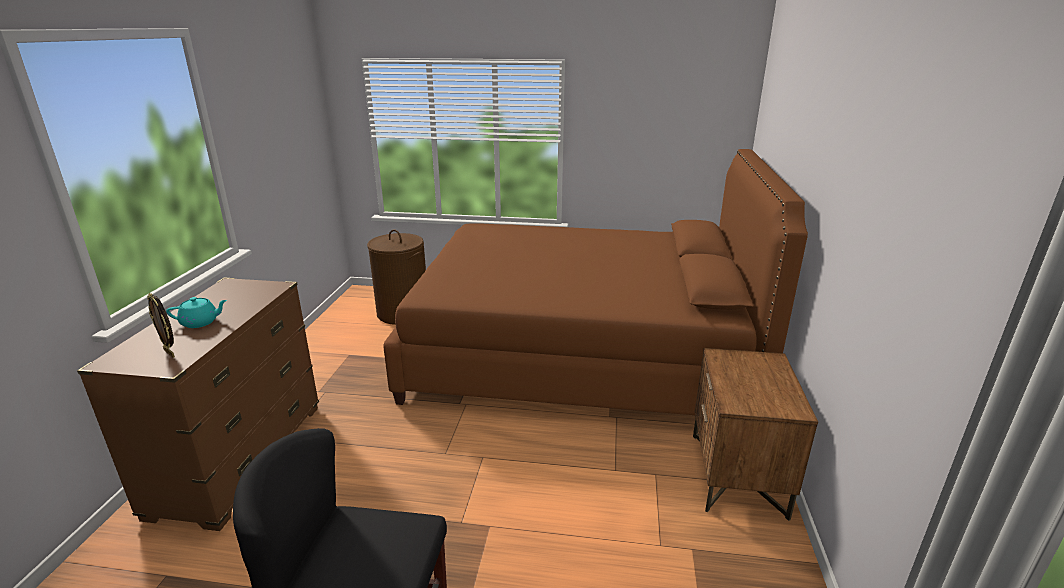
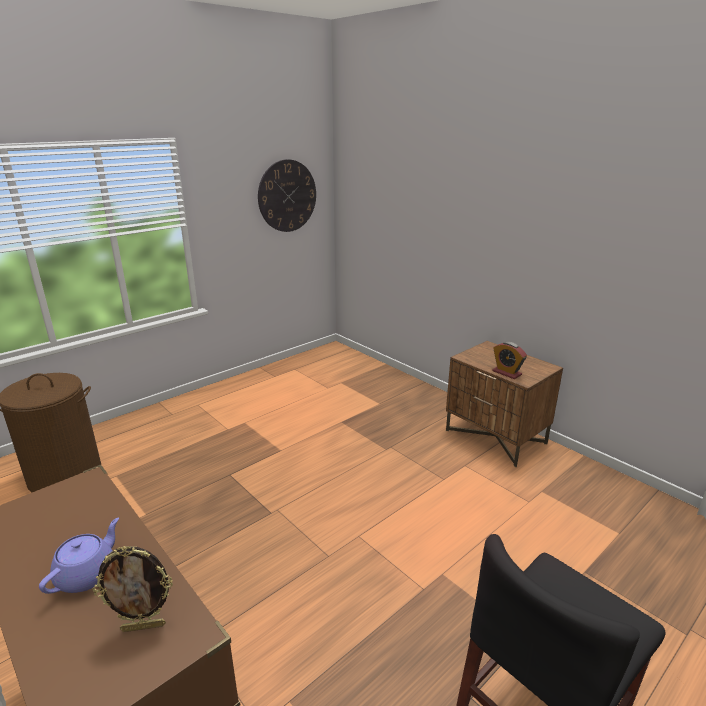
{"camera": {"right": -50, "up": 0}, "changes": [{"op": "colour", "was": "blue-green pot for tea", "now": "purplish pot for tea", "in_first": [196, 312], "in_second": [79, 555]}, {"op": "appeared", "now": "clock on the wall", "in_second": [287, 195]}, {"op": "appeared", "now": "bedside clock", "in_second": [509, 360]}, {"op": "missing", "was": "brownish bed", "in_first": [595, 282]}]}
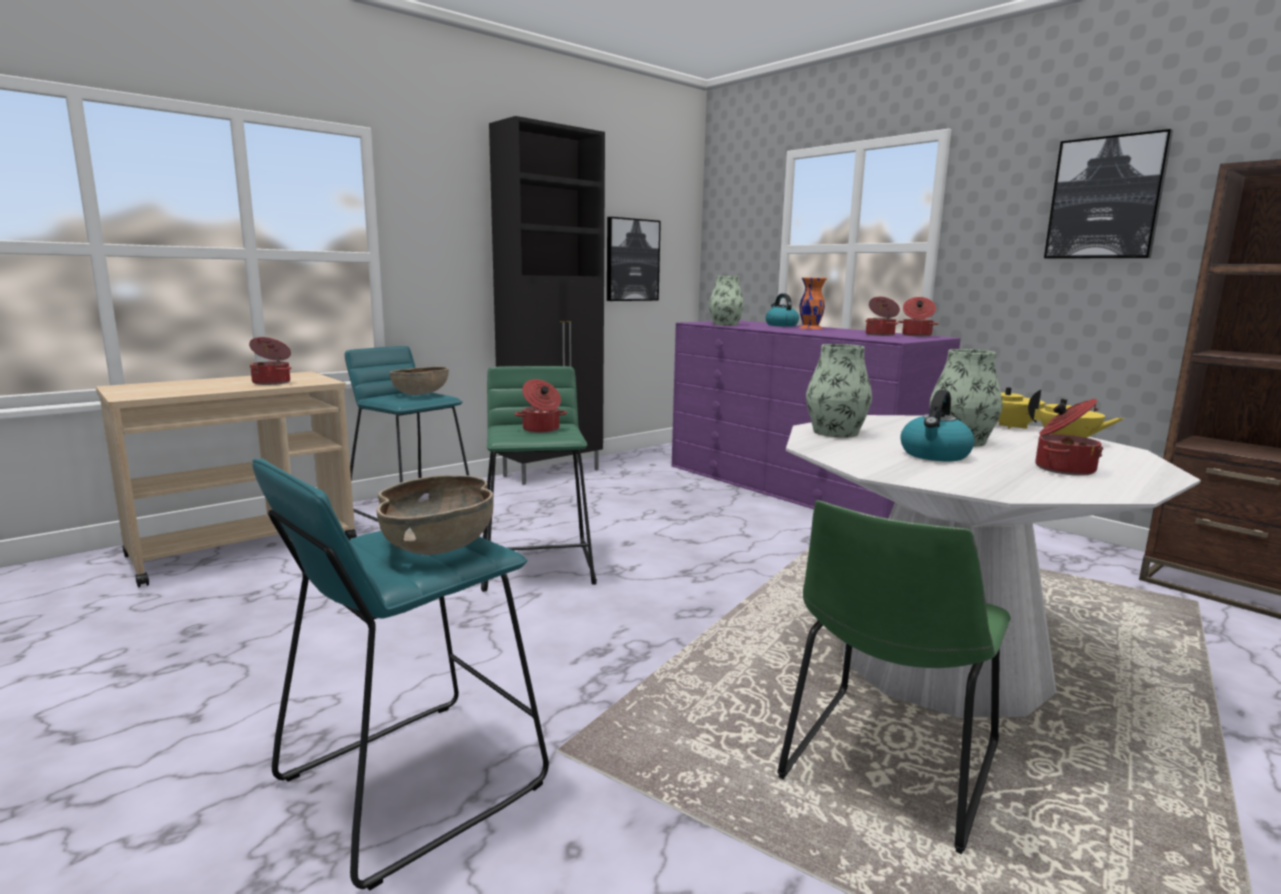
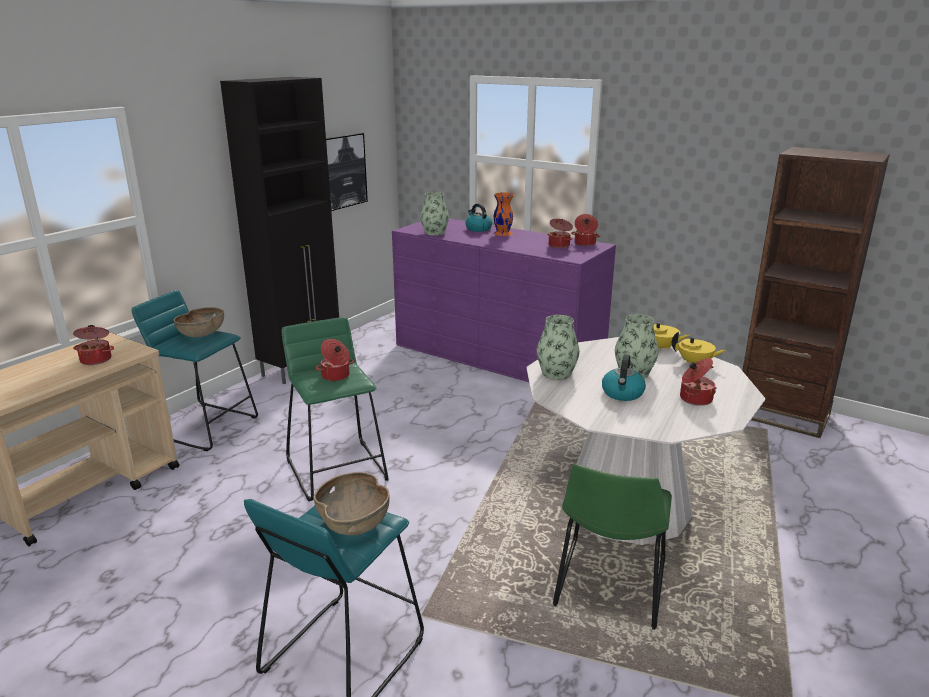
{"camera": {"right": -15, "up": 10}, "changes": [{"op": "missing", "was": "wall picture", "in_first": [1108, 193]}]}
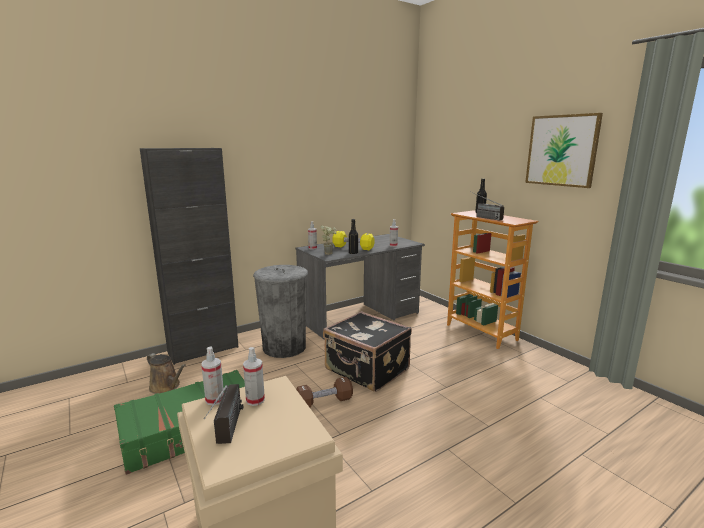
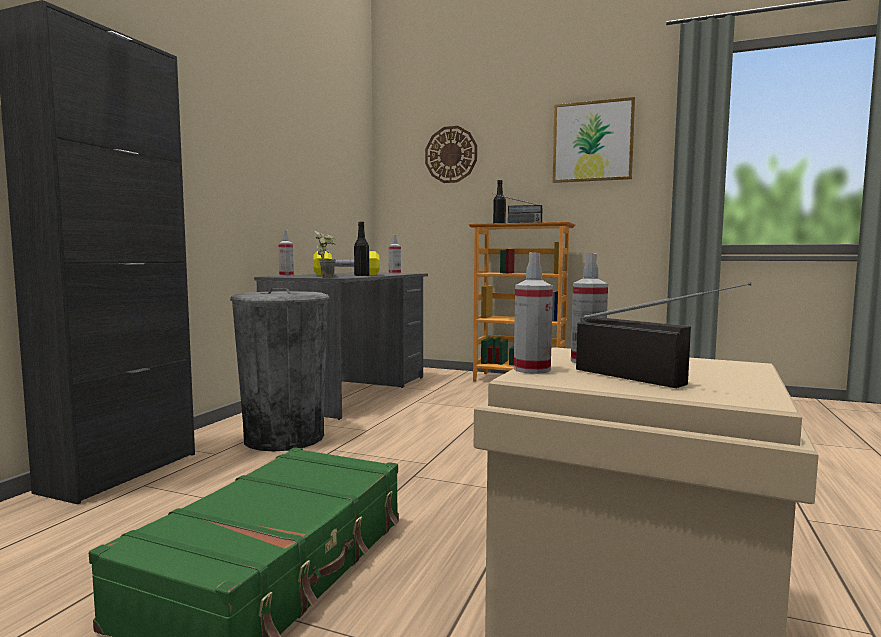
{"camera": {"right": -35, "up": -10}, "changes": [{"op": "appeared", "now": "clock on the wall", "in_second": [451, 154]}, {"op": "missing", "was": "brownish watering can", "in_first": [166, 373]}, {"op": "missing", "was": "brownish free weight", "in_first": [324, 392]}, {"op": "missing", "was": "black suitcase", "in_first": [367, 351]}]}
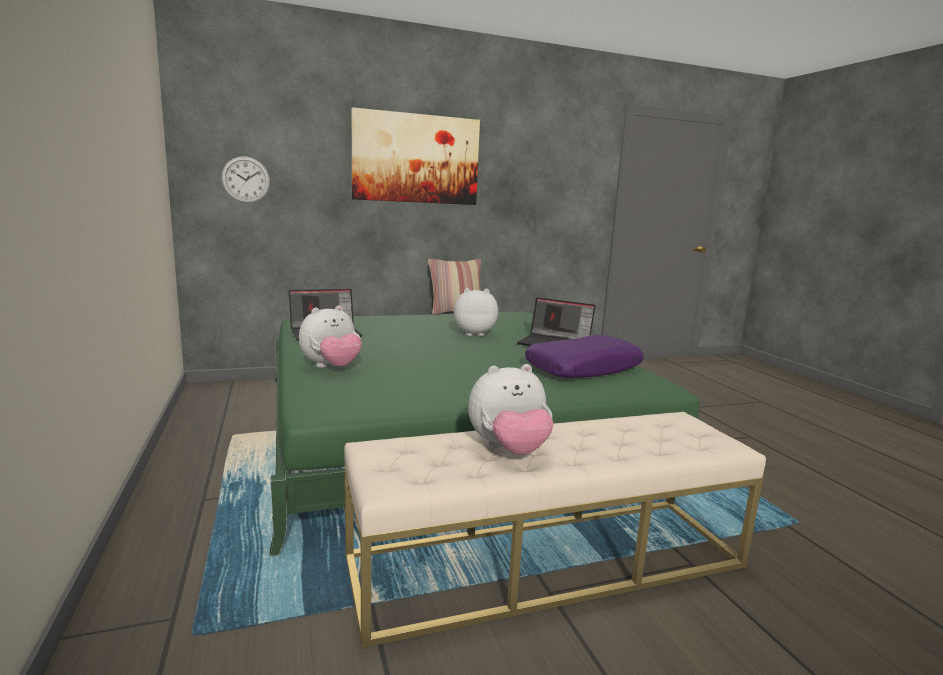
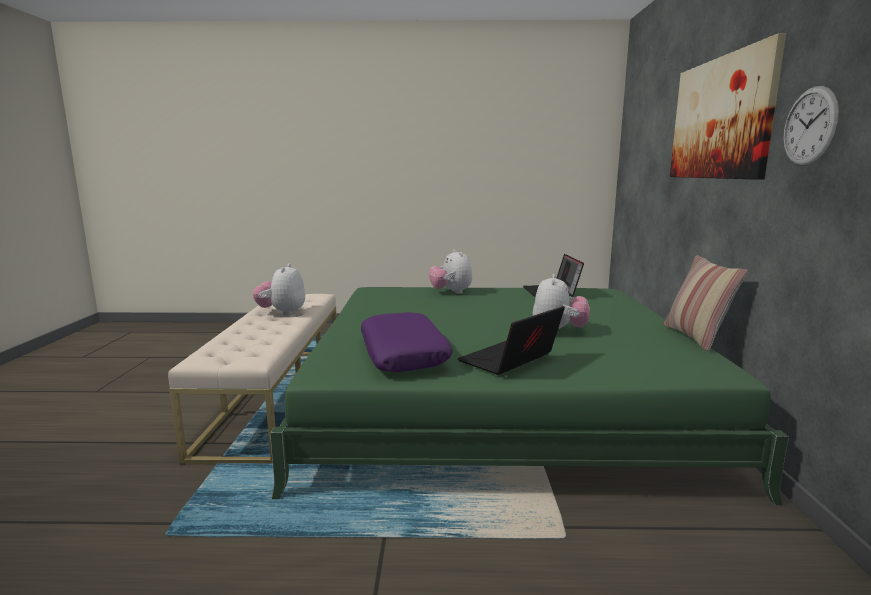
{"camera": {"right": 110, "up": 0}, "changes": [{"op": "relocated", "was": "clock on the wall", "in_first": [245, 179], "in_second": [811, 126]}]}
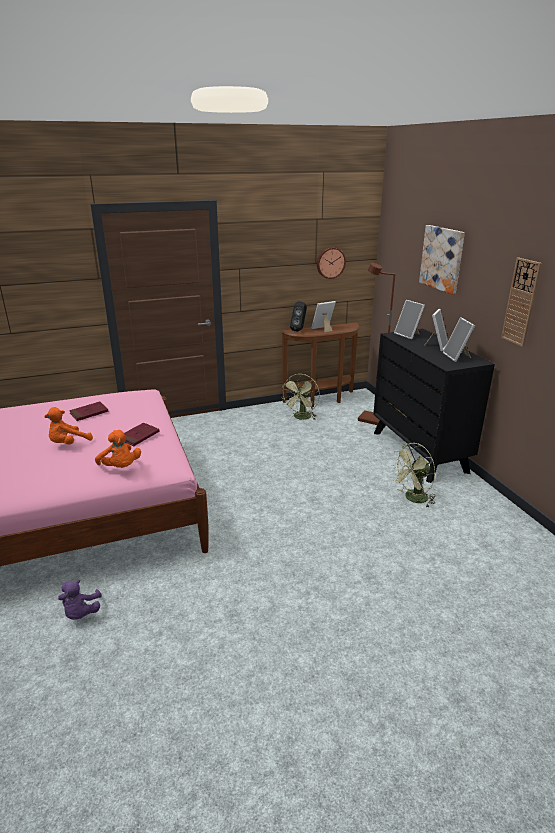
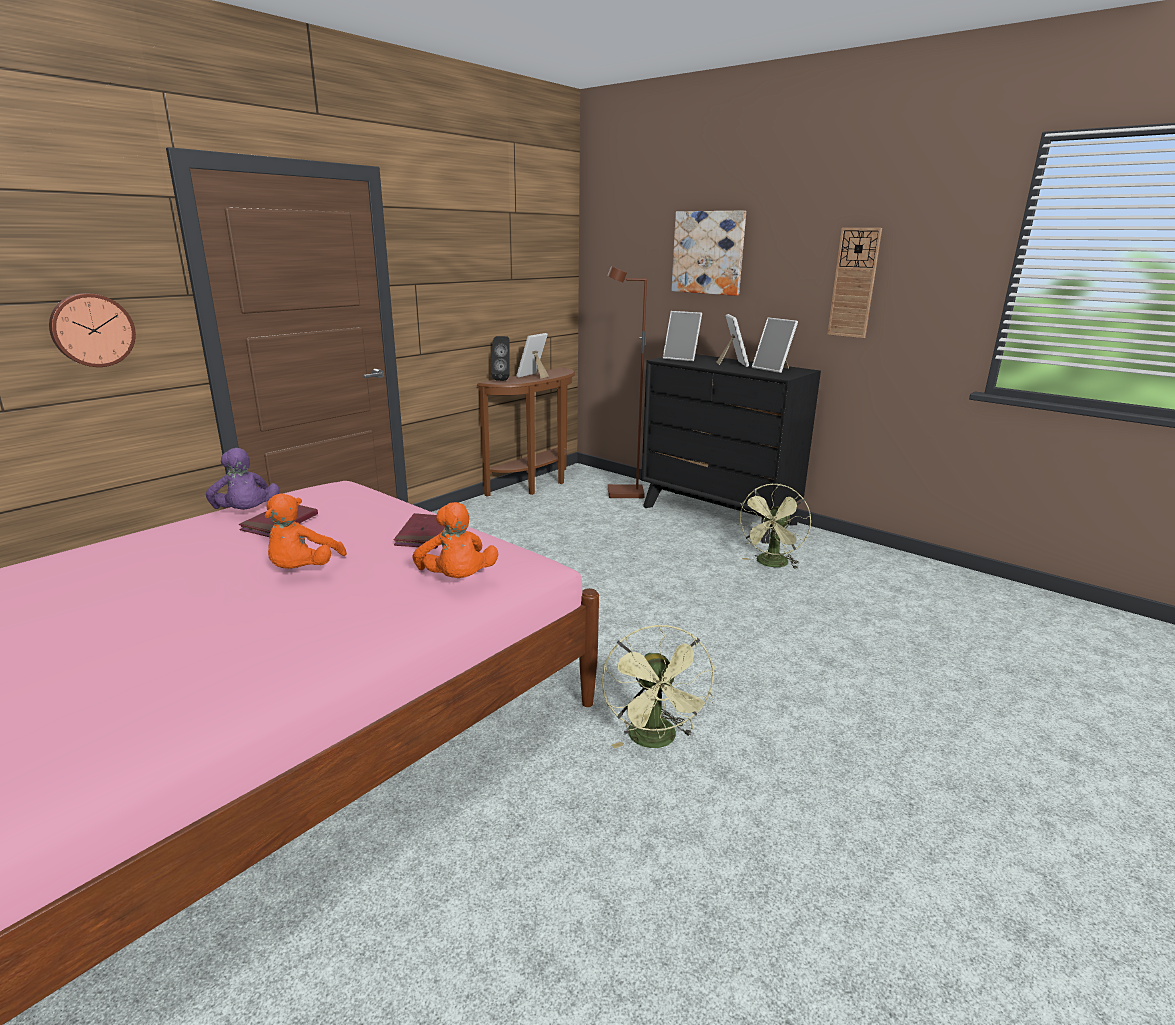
{"camera": {"right": -30, "up": -5}, "changes": [{"op": "relocated", "was": "clock on the wall", "in_first": [331, 263], "in_second": [92, 330]}, {"op": "relocated", "was": "purplish cuddly toy", "in_first": [80, 600], "in_second": [243, 479]}, {"op": "spun", "was": "orange-coloured cuddly toy", "in_first": [118, 449], "in_second": [455, 540], "clockwise": 45}, {"op": "relocated", "was": "green-coloured electric fan", "in_first": [300, 397], "in_second": [658, 686]}]}
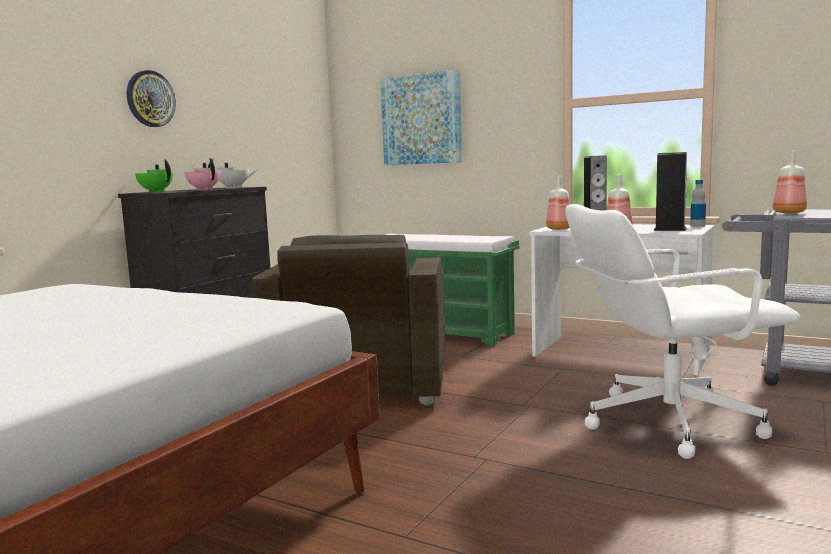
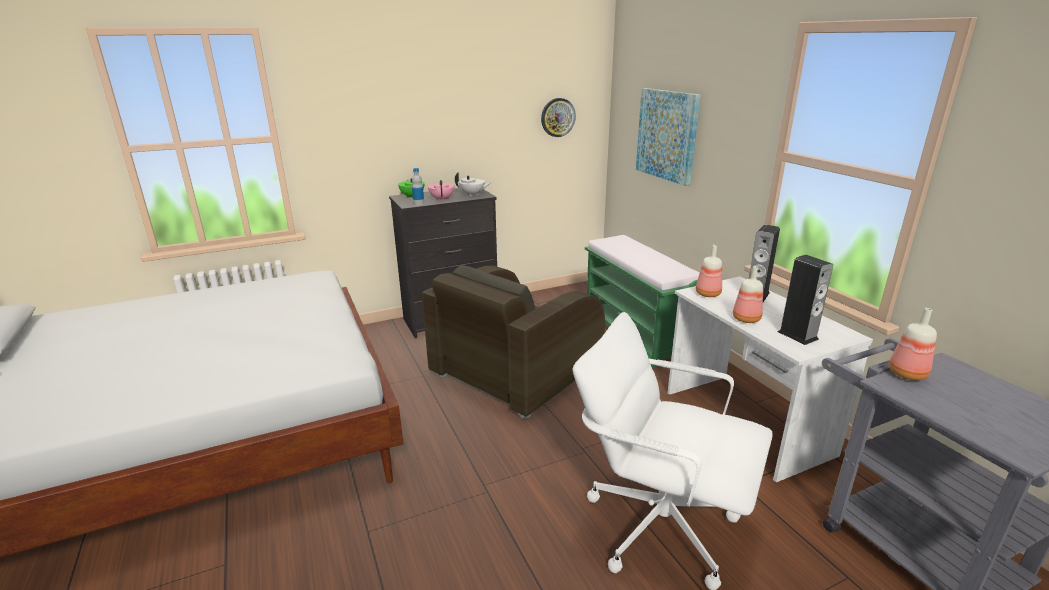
{"camera": {"right": 35, "up": 15}, "changes": [{"op": "relocated", "was": "drink bottle", "in_first": [698, 203], "in_second": [418, 187]}, {"op": "relocated", "was": "clock on the wall", "in_first": [151, 98], "in_second": [558, 117]}]}
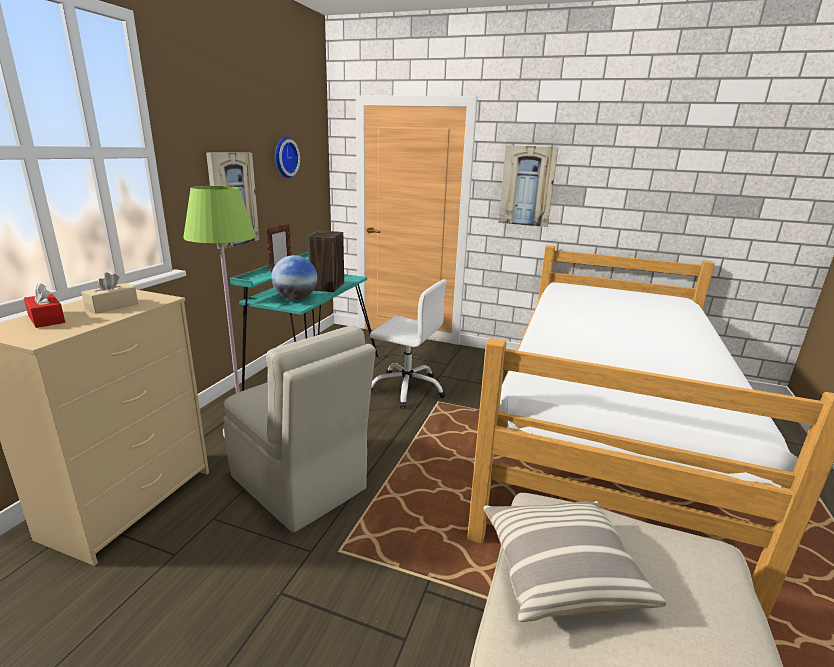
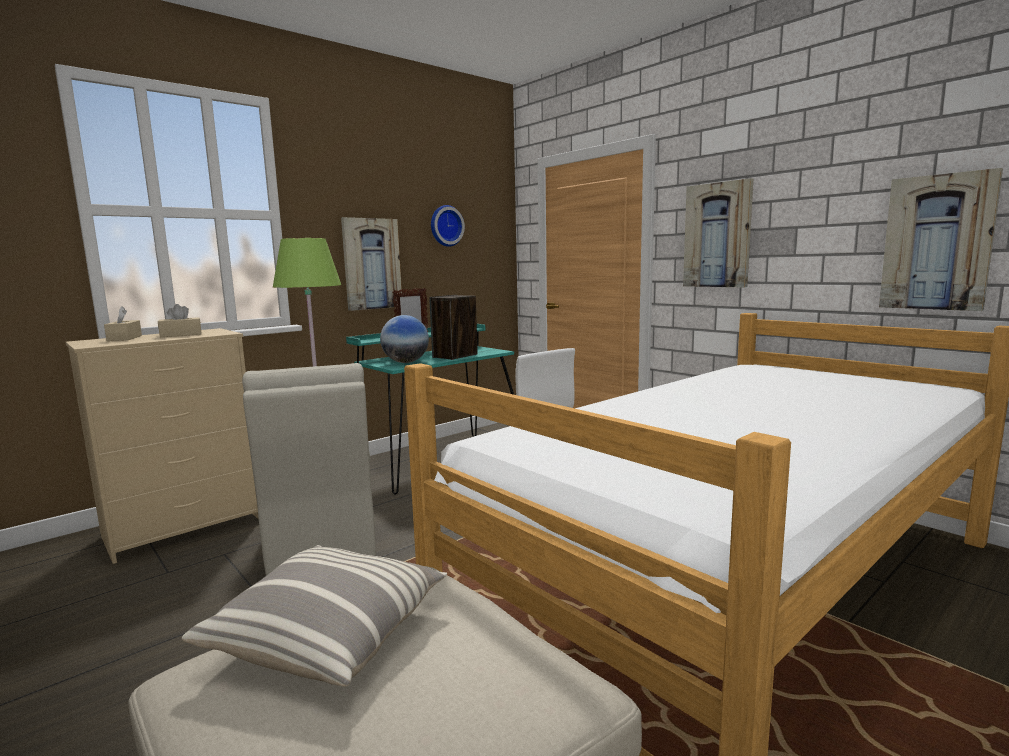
{"camera": {"right": 30, "up": -10}, "changes": [{"op": "colour", "was": "reddish box of tissues", "now": "beige-coloured box of tissues", "in_first": [44, 305], "in_second": [123, 323]}, {"op": "appeared", "now": "wall picture", "in_second": [941, 239]}]}
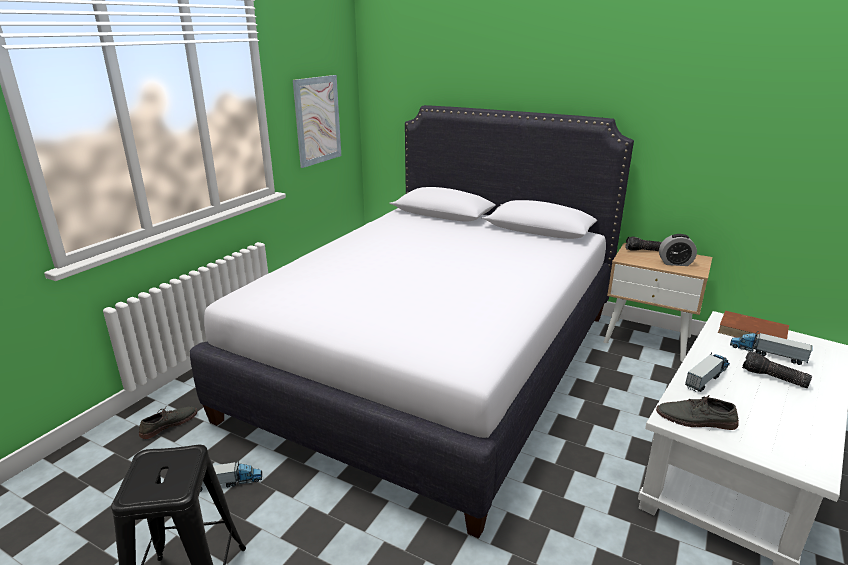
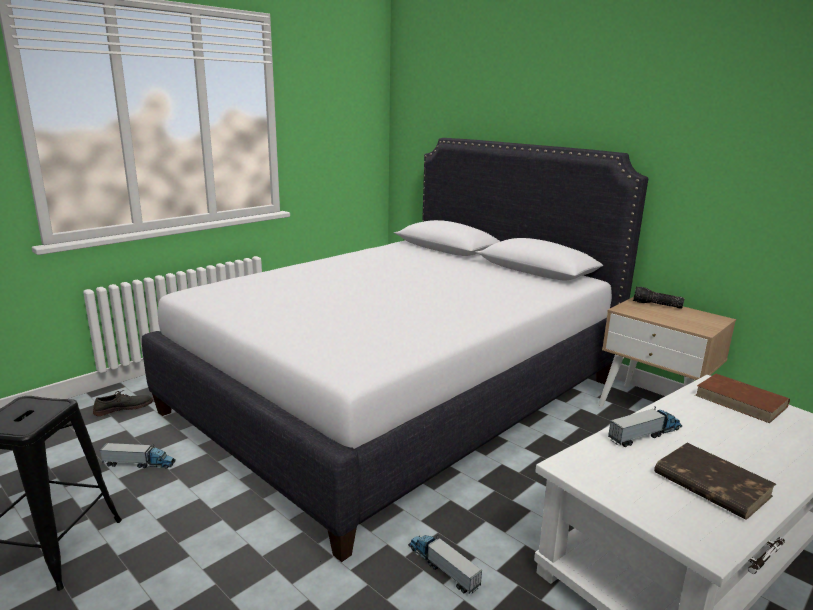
{"camera": {"right": 15, "up": -5}, "changes": [{"op": "relocated", "was": "toy truck", "in_first": [771, 348], "in_second": [445, 564]}, {"op": "appeared", "now": "brownish bound book", "in_second": [715, 481]}, {"op": "missing", "was": "wall picture", "in_first": [317, 121]}, {"op": "missing", "was": "grey item of footwear", "in_first": [697, 413]}, {"op": "missing", "was": "bedside clock", "in_first": [678, 250]}, {"op": "missing", "was": "torch", "in_first": [777, 369]}]}
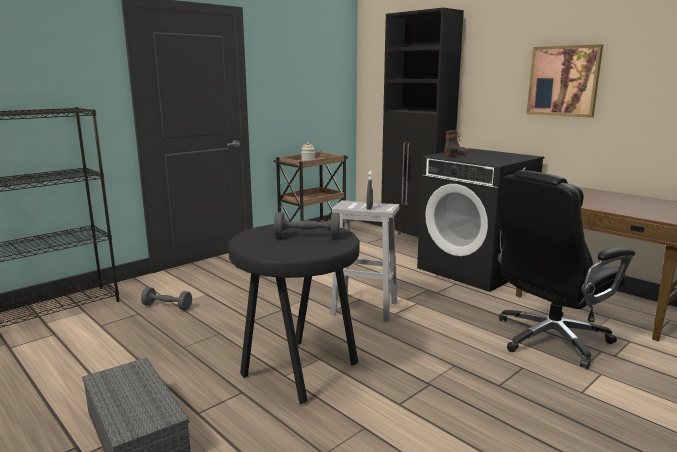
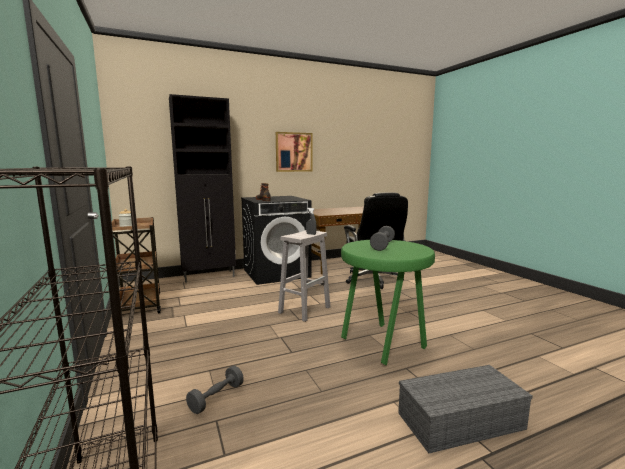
{"camera": {"right": -70, "up": -5}, "changes": [{"op": "colour", "was": "black stool", "now": "green-coloured stool", "in_first": [294, 314], "in_second": [388, 303]}]}
